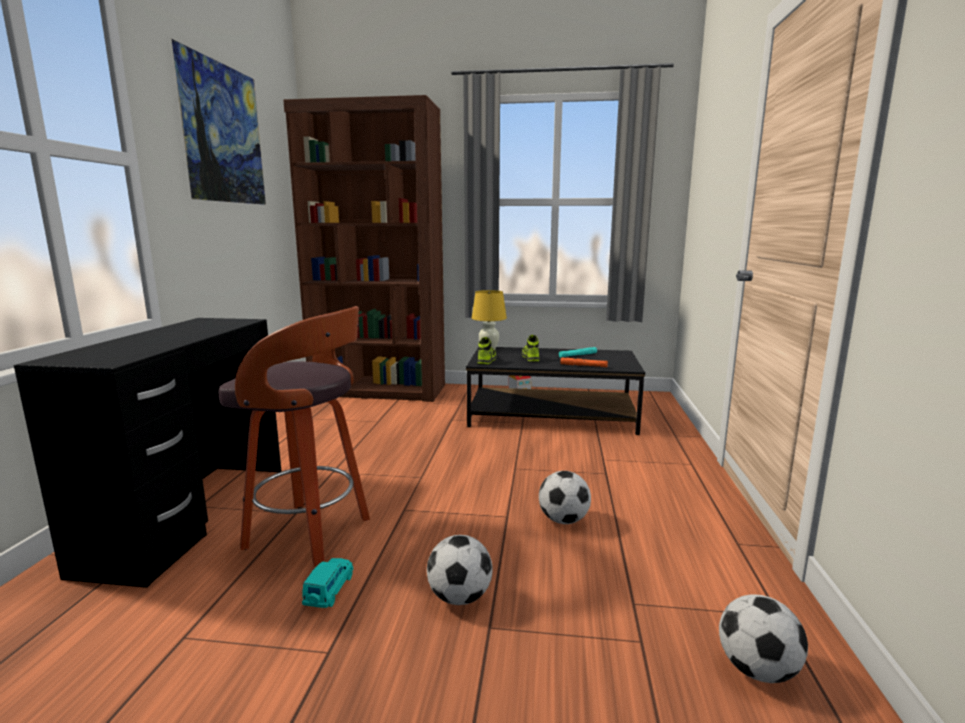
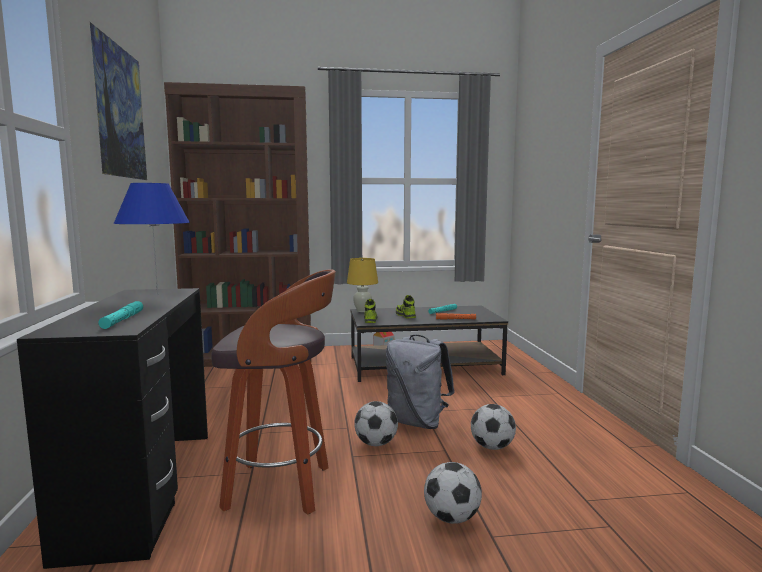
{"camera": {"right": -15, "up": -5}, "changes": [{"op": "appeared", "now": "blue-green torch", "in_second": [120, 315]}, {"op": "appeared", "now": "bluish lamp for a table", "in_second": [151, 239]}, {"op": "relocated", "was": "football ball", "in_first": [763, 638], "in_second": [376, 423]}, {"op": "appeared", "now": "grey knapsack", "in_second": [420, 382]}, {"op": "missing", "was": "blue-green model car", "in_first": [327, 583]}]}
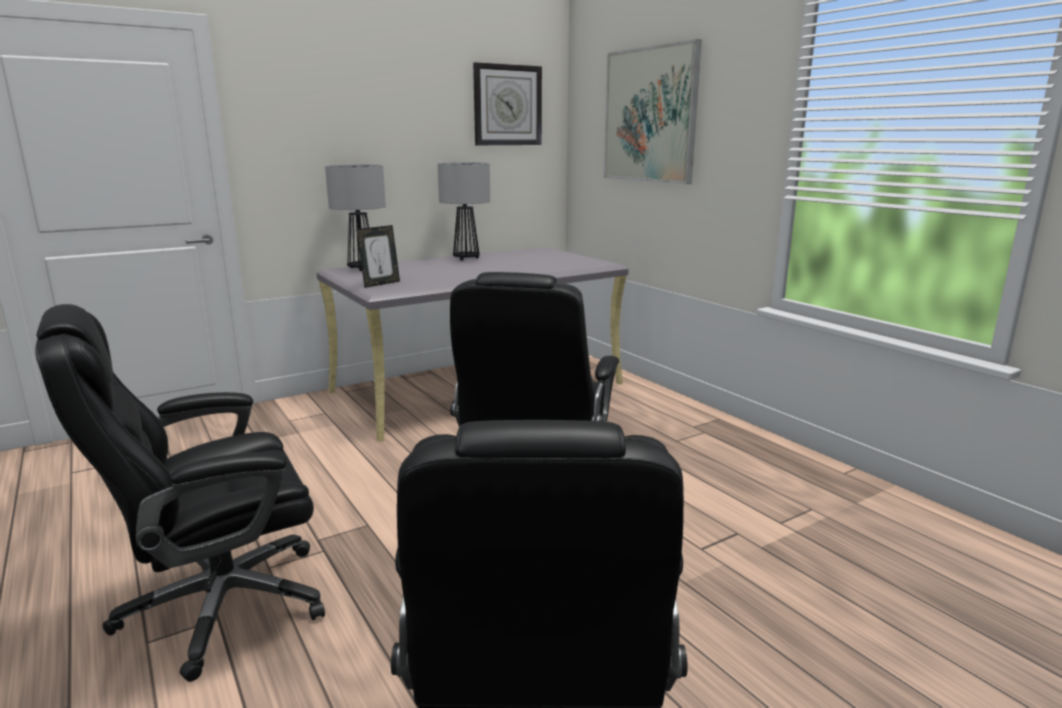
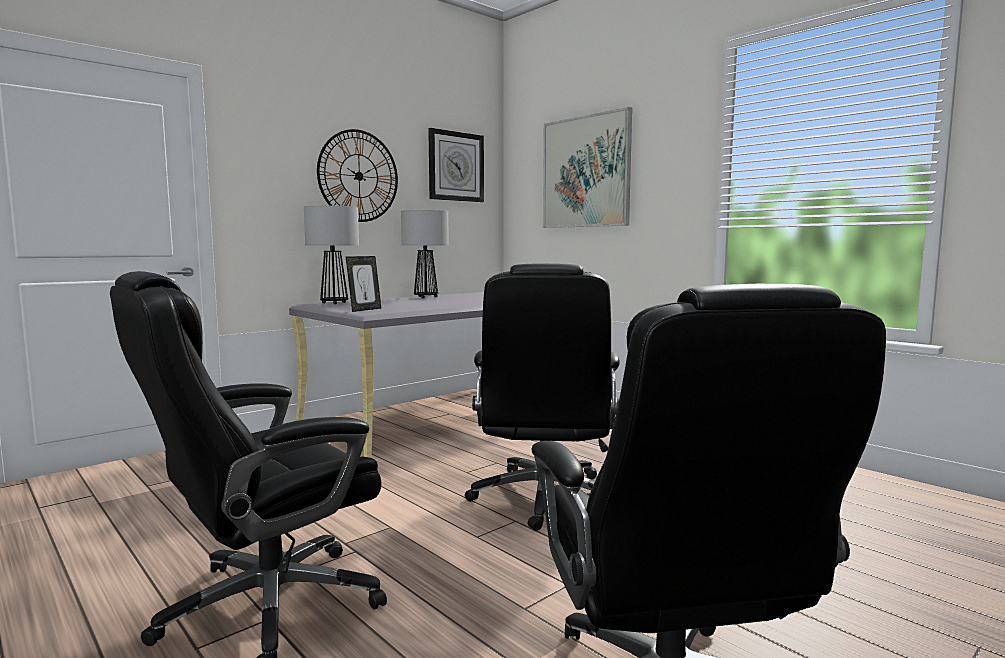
{"camera": {"right": -10, "up": -10}, "changes": [{"op": "appeared", "now": "clock on the wall", "in_second": [357, 175]}]}
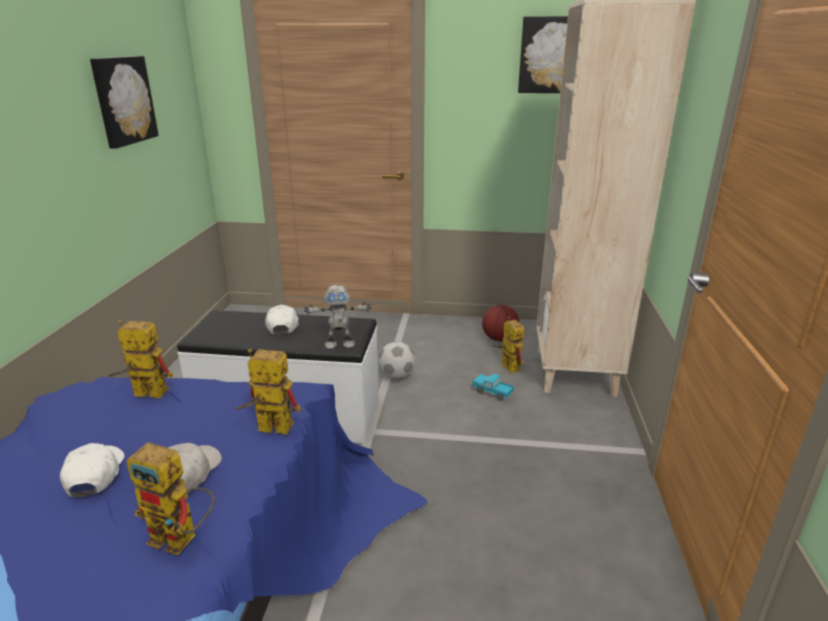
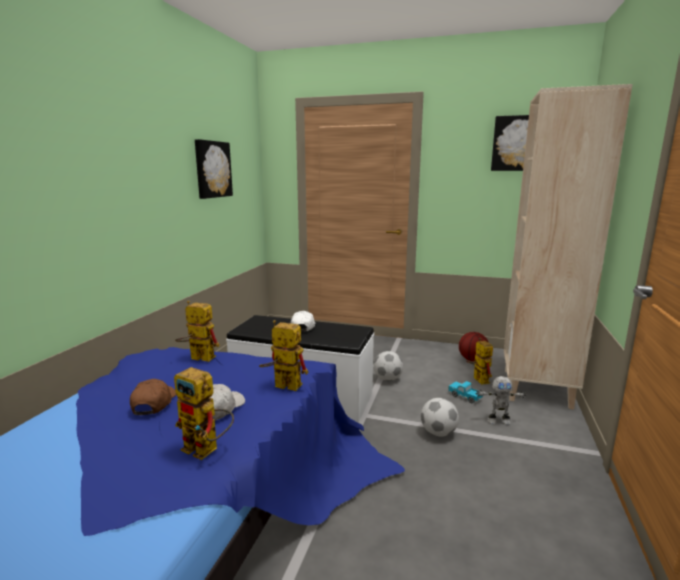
{"camera": {"right": 10, "up": -10}, "changes": [{"op": "colour", "was": "whitish peaked cap", "now": "brownish peaked cap", "in_first": [92, 470], "in_second": [153, 397]}, {"op": "appeared", "now": "football ball", "in_second": [440, 417]}, {"op": "relocated", "was": "model robot", "in_first": [338, 317], "in_second": [501, 400]}]}
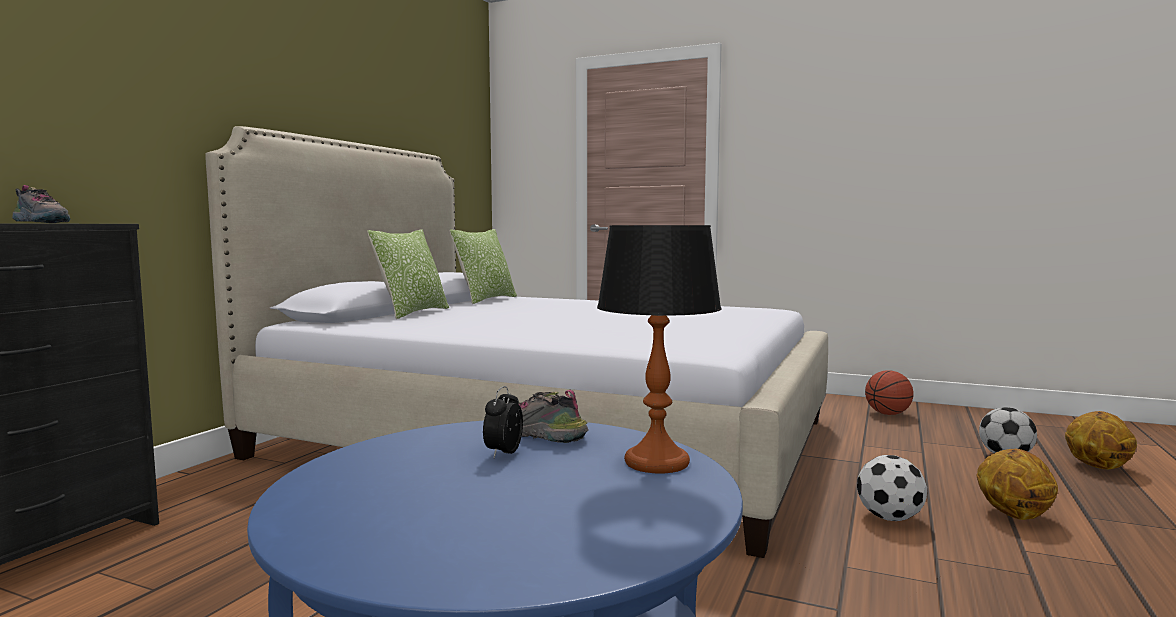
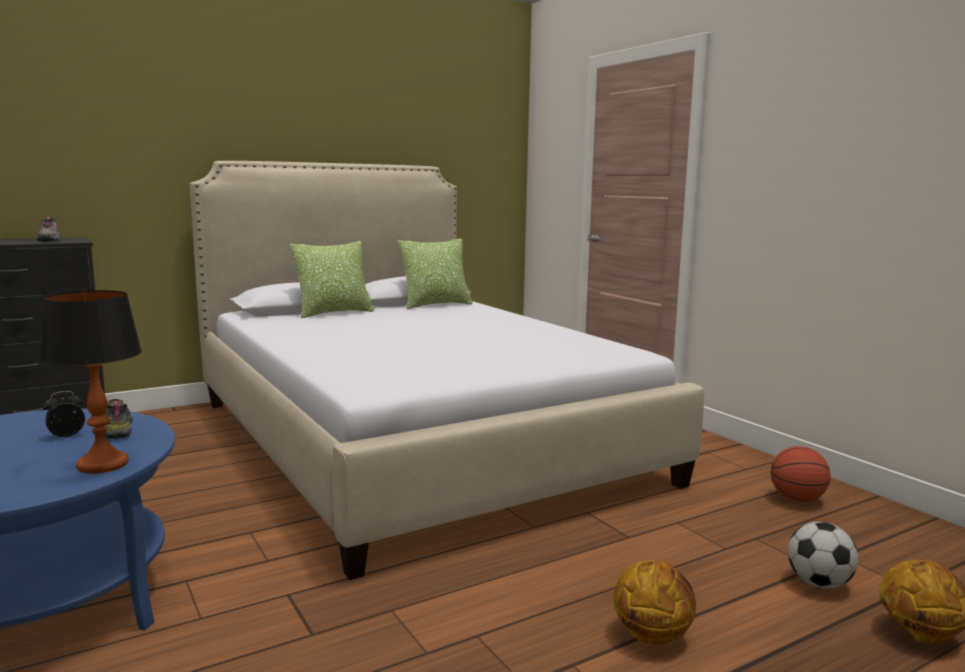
{"camera": {"right": 35, "up": 5}, "changes": [{"op": "missing", "was": "football ball", "in_first": [892, 488]}]}
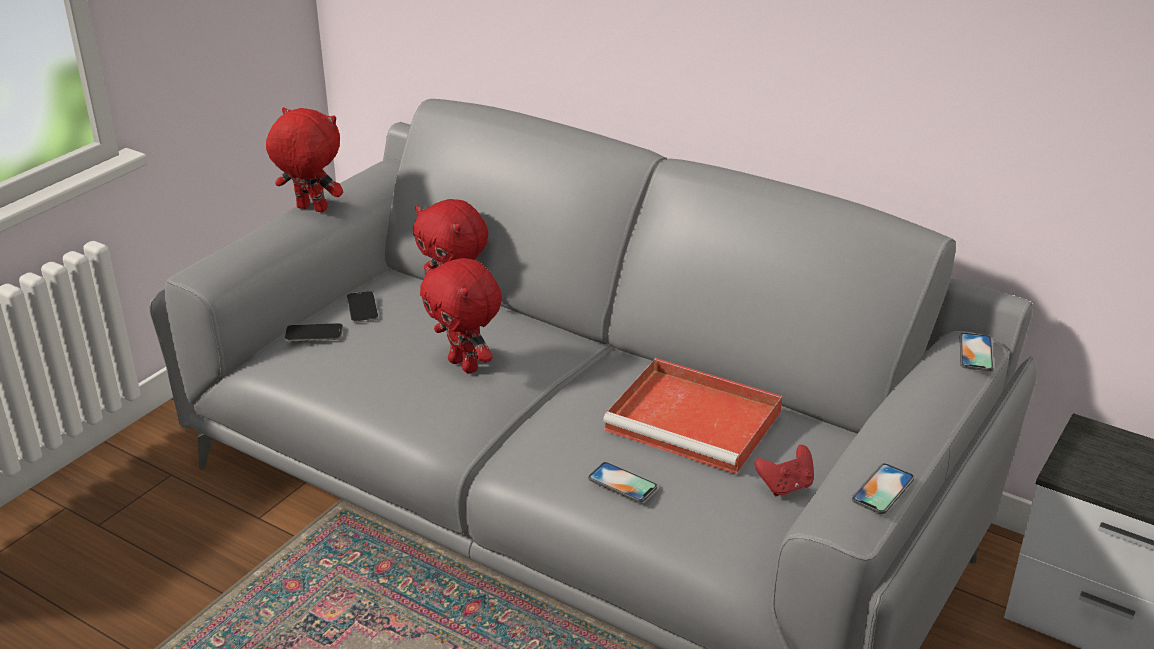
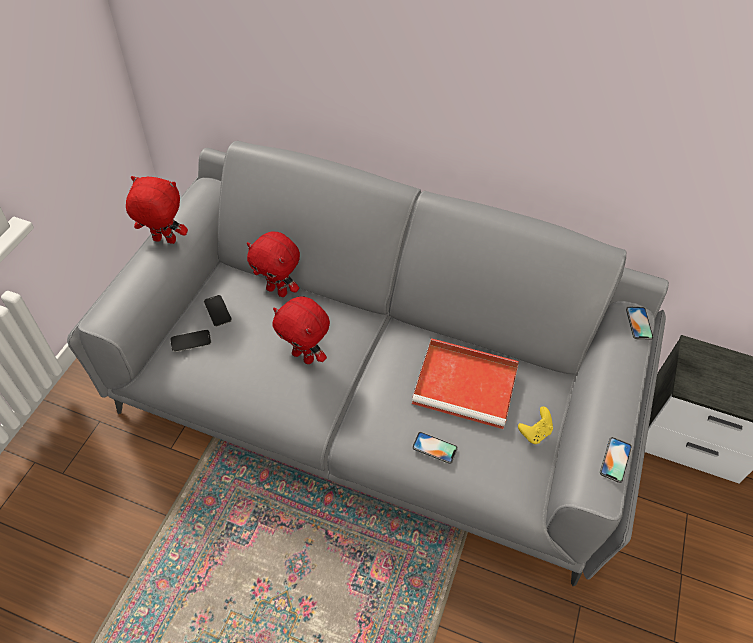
{"camera": {"right": -15, "up": 20}, "changes": [{"op": "colour", "was": "reddish gamepad", "now": "yellow-coloured gamepad", "in_first": [784, 470], "in_second": [535, 425]}]}
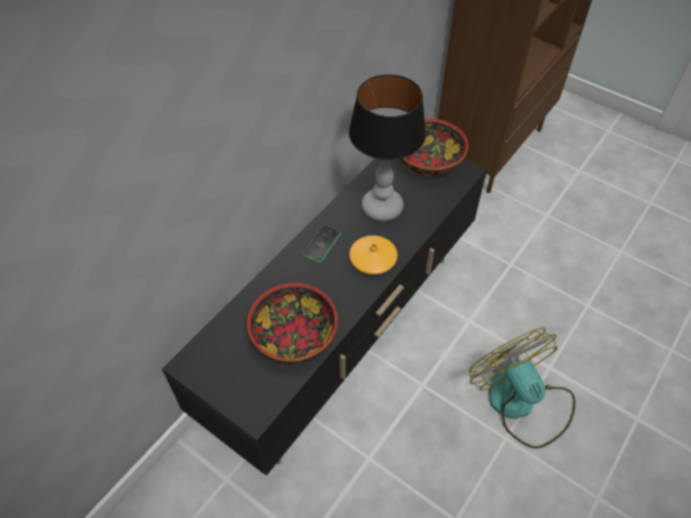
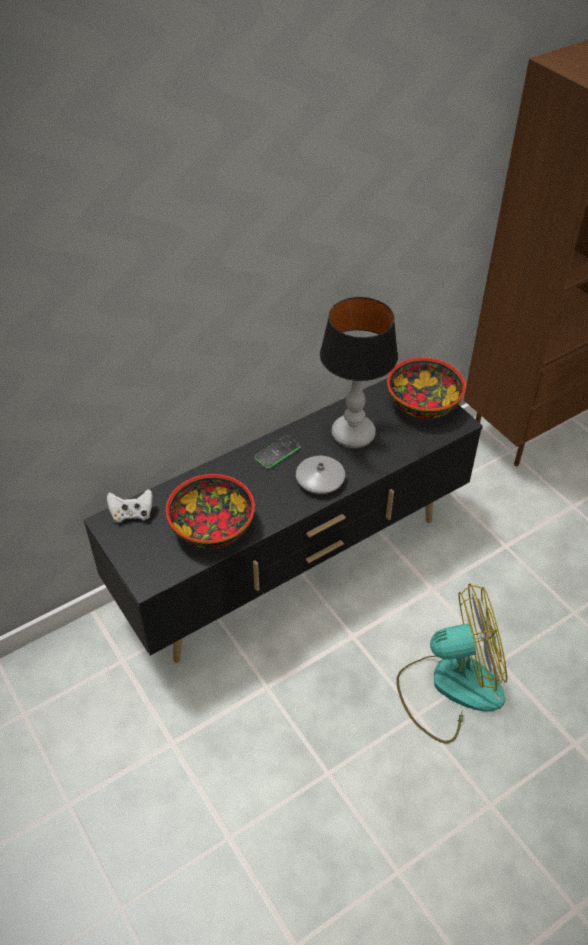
{"camera": {"right": 20, "up": -5}, "changes": [{"op": "appeared", "now": "whitish gamepad", "in_second": [130, 505]}, {"op": "colour", "was": "orange-coloured decorative vase", "now": "grey decorative vase", "in_first": [373, 255], "in_second": [320, 475]}, {"op": "spun", "was": "electric fan", "in_first": [522, 388], "in_second": [451, 664], "clockwise": 90}]}
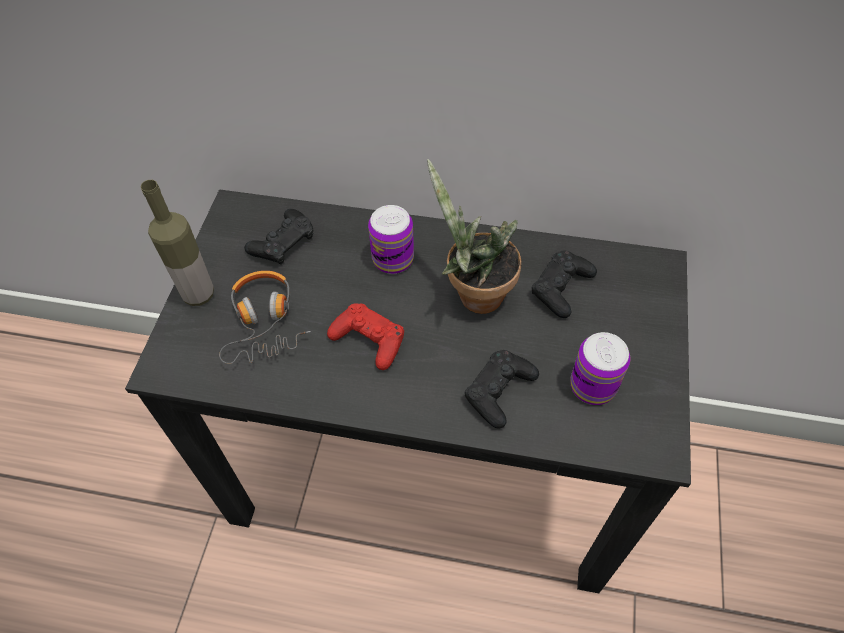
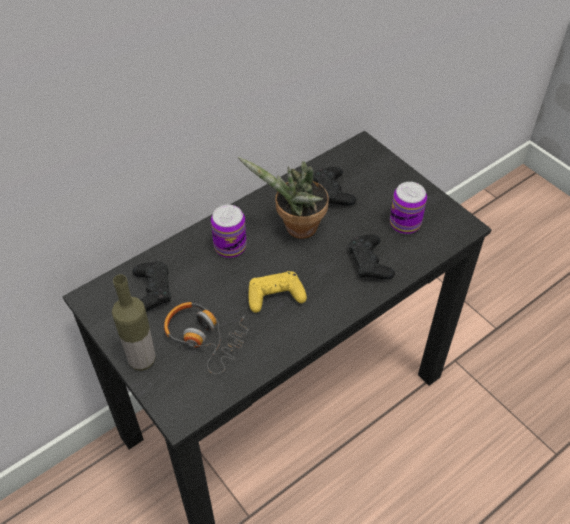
{"camera": {"right": -50, "up": -5}, "changes": [{"op": "colour", "was": "reddish gamepad", "now": "yellow-coloured gamepad", "in_first": [365, 336], "in_second": [278, 292]}]}
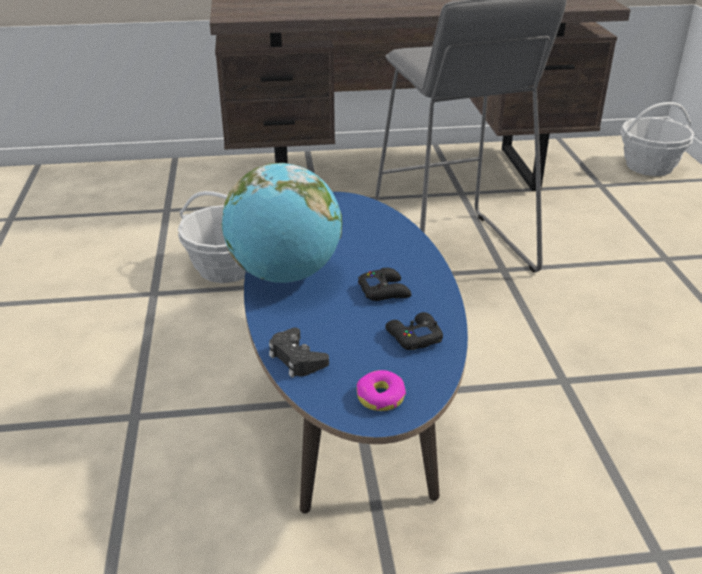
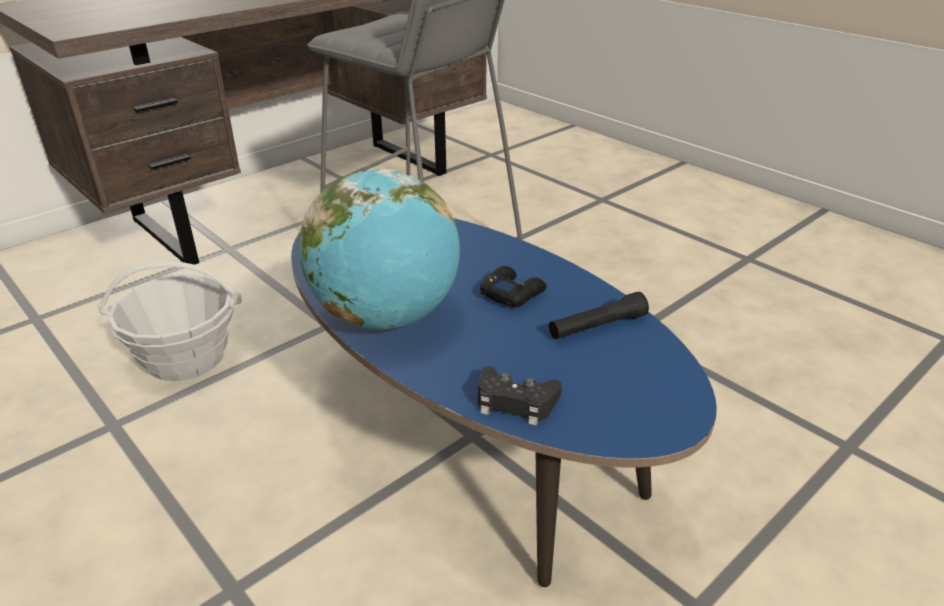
{"camera": {"right": -35, "up": 0}, "changes": [{"op": "exchanged", "was": "black gamepad", "now": "black torch", "in_first": [414, 331], "in_second": [599, 315]}, {"op": "missing", "was": "ring doughnut", "in_first": [381, 390]}, {"op": "missing", "was": "household basket", "in_first": [657, 139]}]}
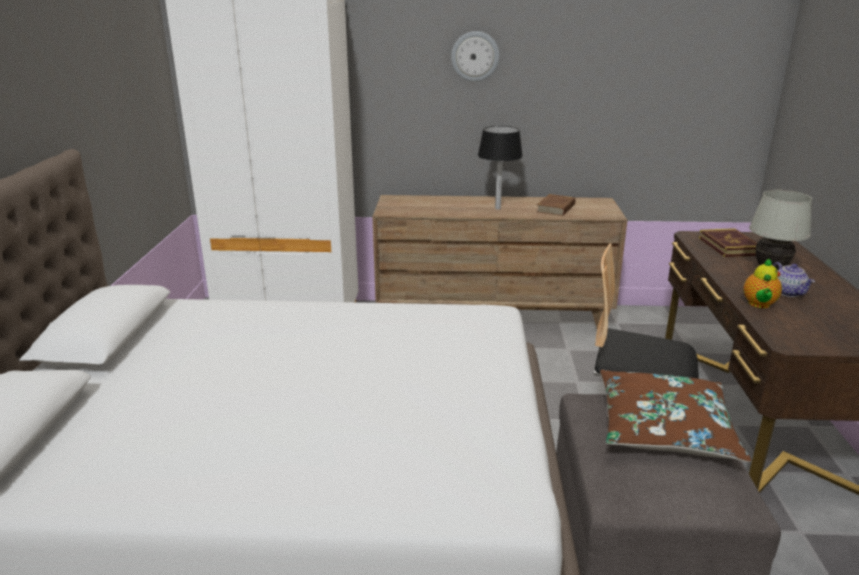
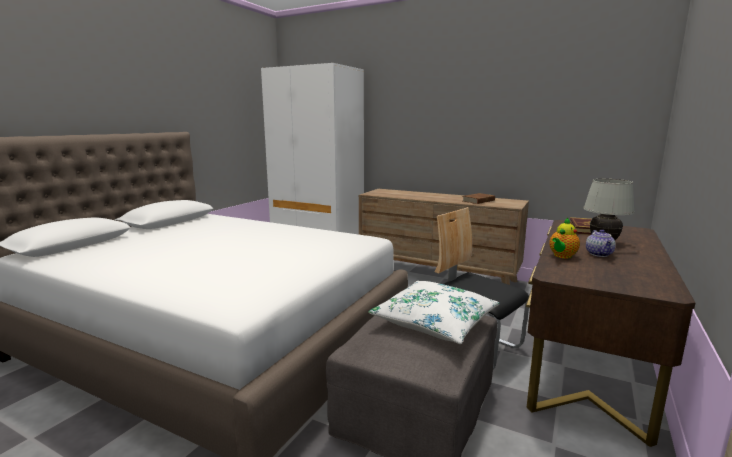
{"camera": {"right": 25, "up": -10}, "changes": [{"op": "colour", "was": "brownish cushion", "now": "whitish cushion", "in_first": [675, 416], "in_second": [434, 312]}, {"op": "missing", "was": "clock on the wall", "in_first": [475, 56]}, {"op": "missing", "was": "black lamp for a table", "in_first": [500, 168]}]}
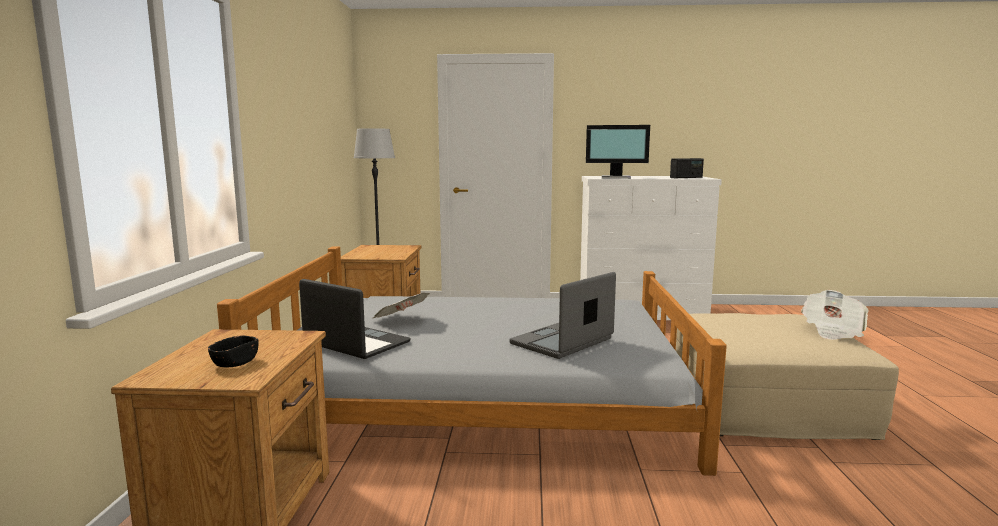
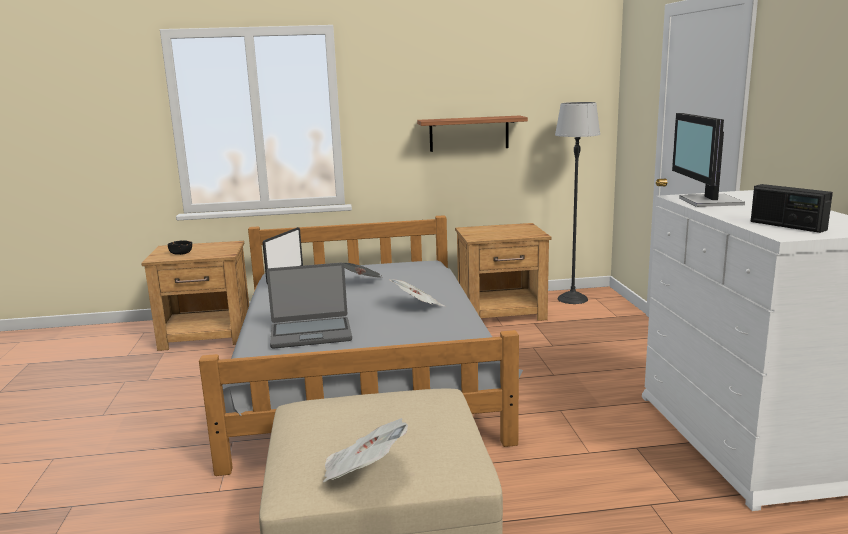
{"camera": {"right": 80, "up": 5}, "changes": [{"op": "spun", "was": "notebook computer", "in_first": [562, 315], "in_second": [309, 306], "clockwise": 135}, {"op": "appeared", "now": "newspaper", "in_second": [416, 292]}, {"op": "appeared", "now": "wall shelf", "in_second": [472, 134]}]}
